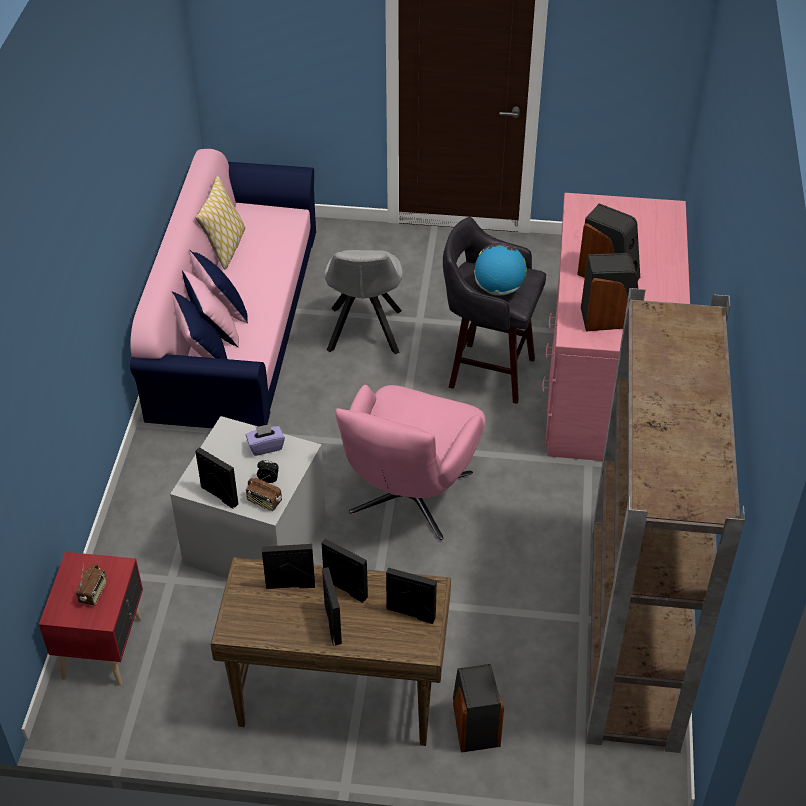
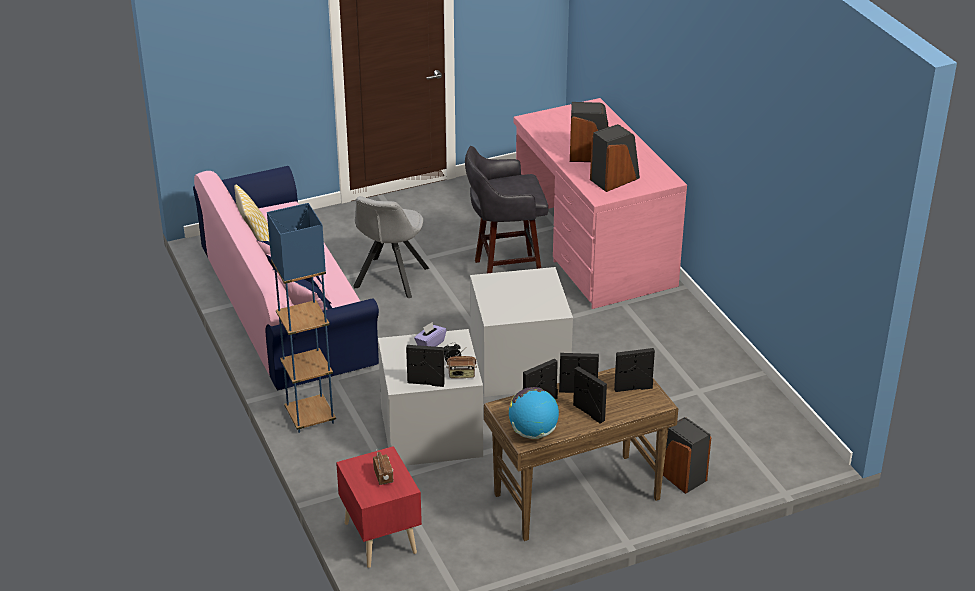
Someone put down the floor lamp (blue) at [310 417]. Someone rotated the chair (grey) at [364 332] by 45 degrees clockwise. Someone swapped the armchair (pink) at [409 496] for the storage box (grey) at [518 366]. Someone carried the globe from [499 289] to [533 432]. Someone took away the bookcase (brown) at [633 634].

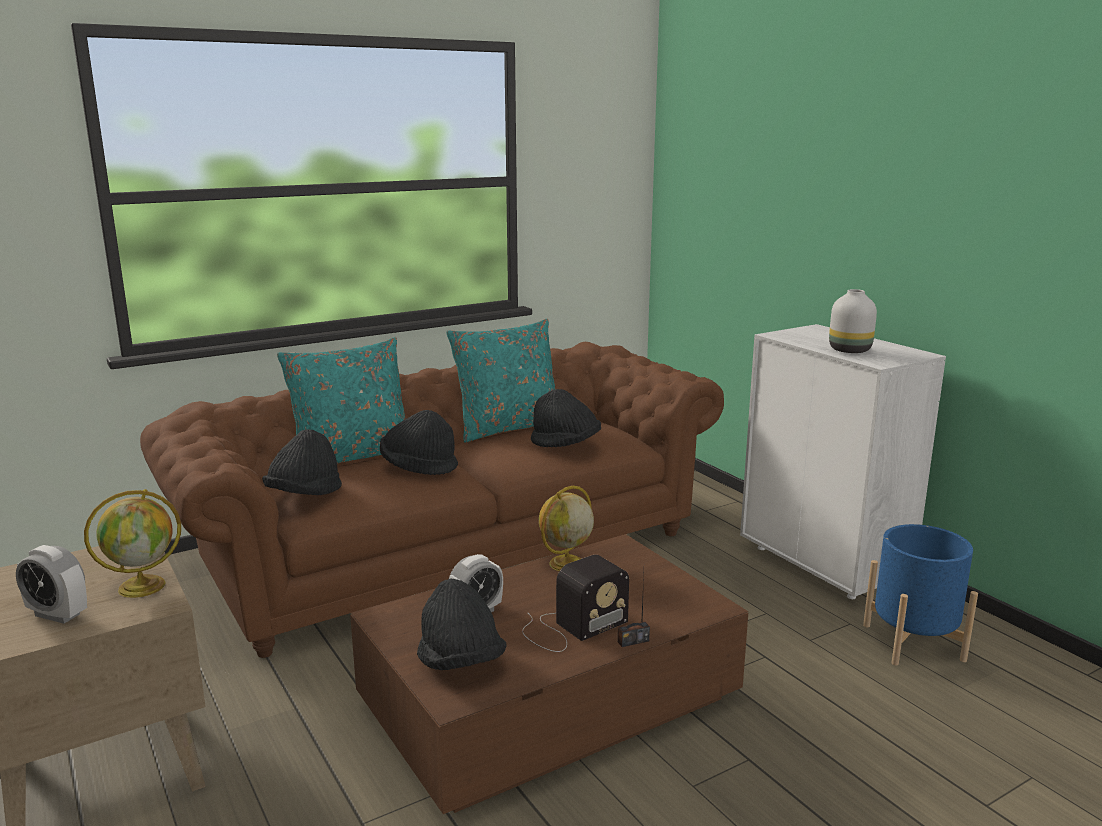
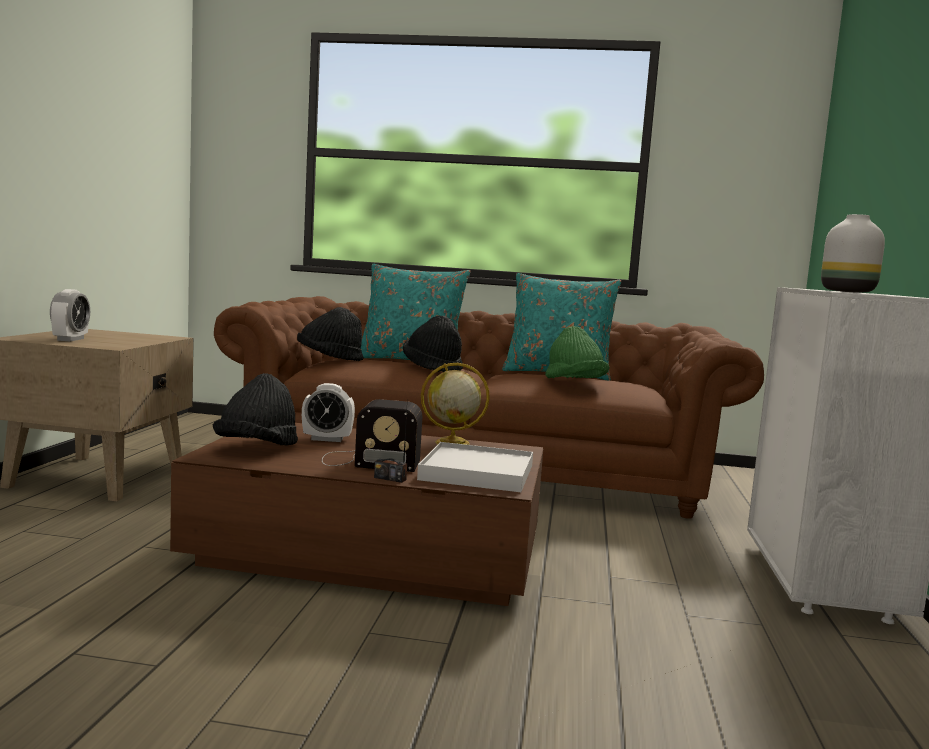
Someone rotated the alarm clock at [57 615] by 150 degrees counterclockwise. Someone put down the tray (white) at [477 473]. Someone repainted the hat (black) at [566 445], which became the hat (green) at [574 383]. Someone took away the globe at [143 586]. Someone took away the planter (blue) at [913 642].

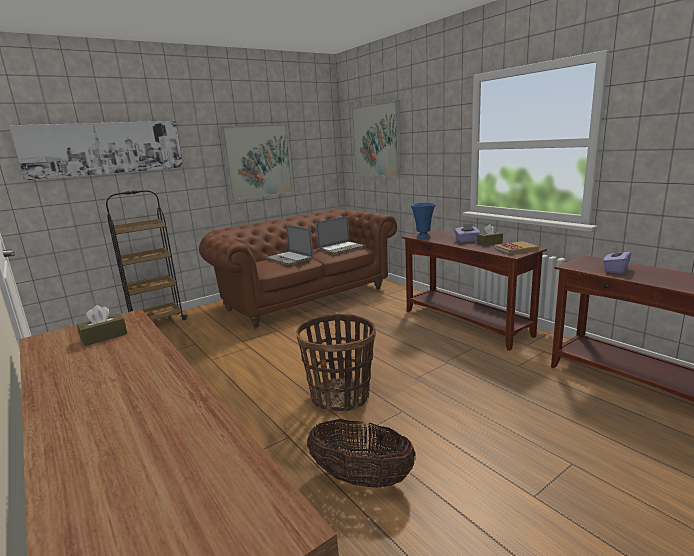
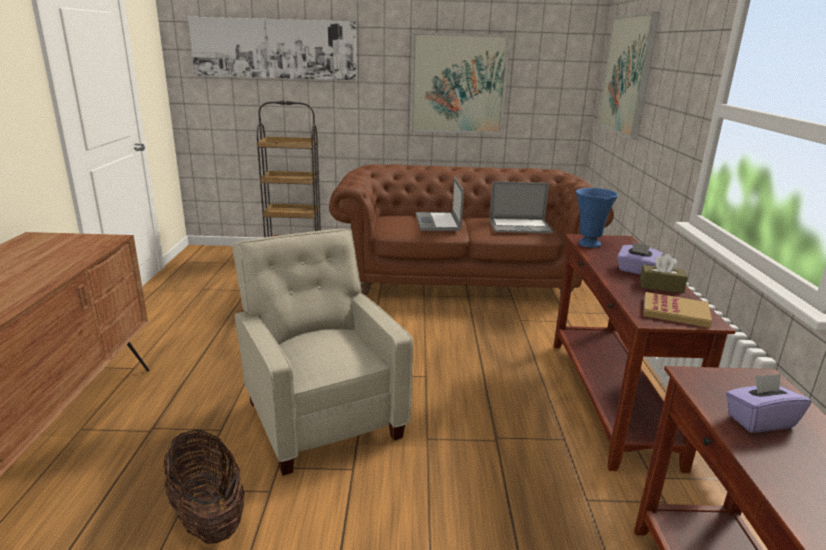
Someone swapped the basket at [340 397] for the armchair (beige) at [322 415]. Someone took away the tissue box (brown) at [104 336].

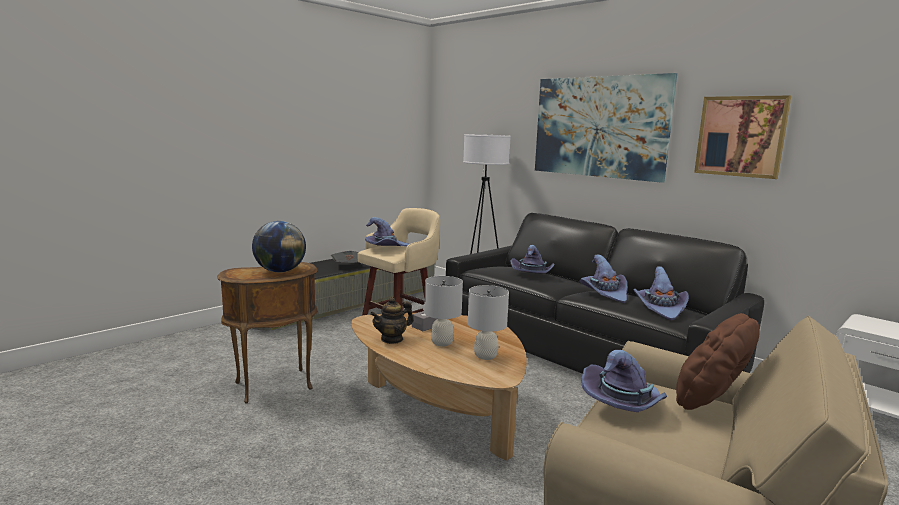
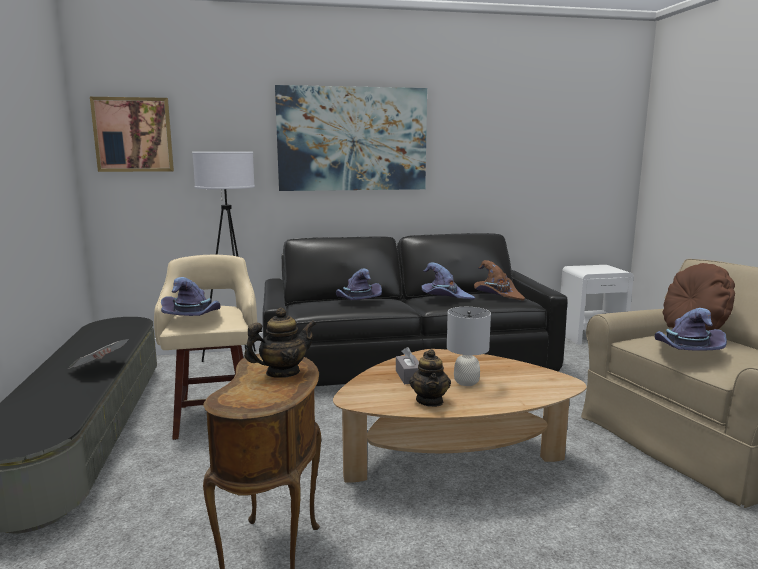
Someone carried the picture from [740 136] to [133 135]. Someone swapped the globe at [280 271] for the teapot at [282 373]. Someone repainted the hat (purple) at [660 309], which became the hat (brown) at [497 295]. Someone took away the table lamp (grey) at [485 357].

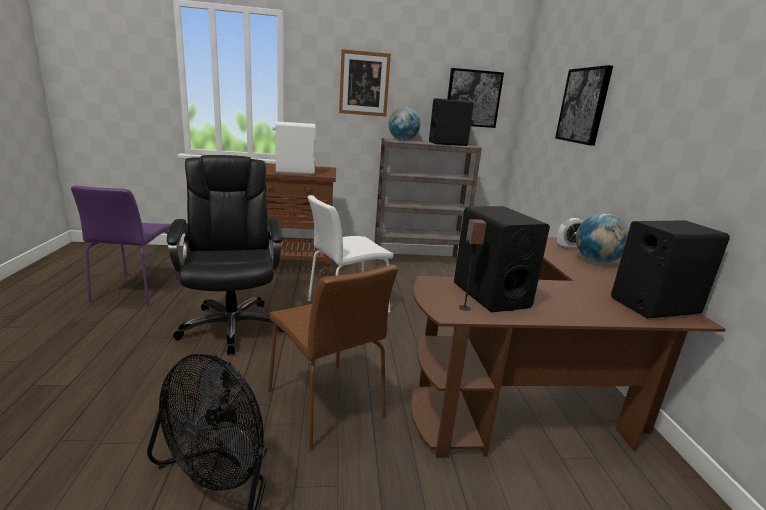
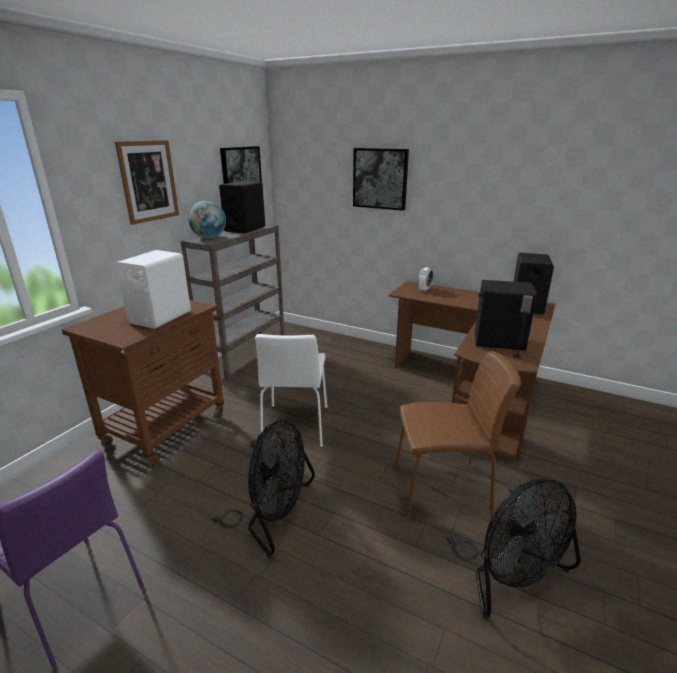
Someone swapped the office chair (black) at [232 326] for the fan (black) at [271 516]. Someone took away the globe at [596 261].

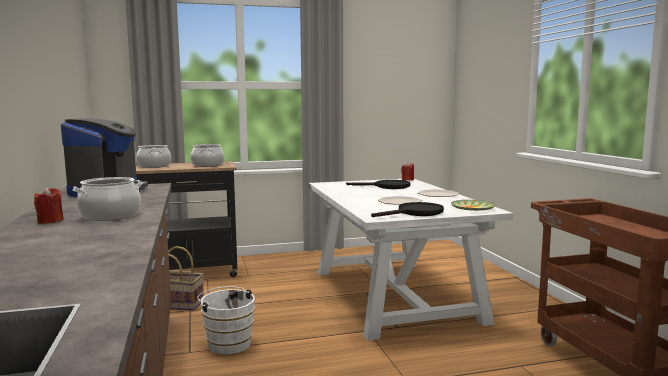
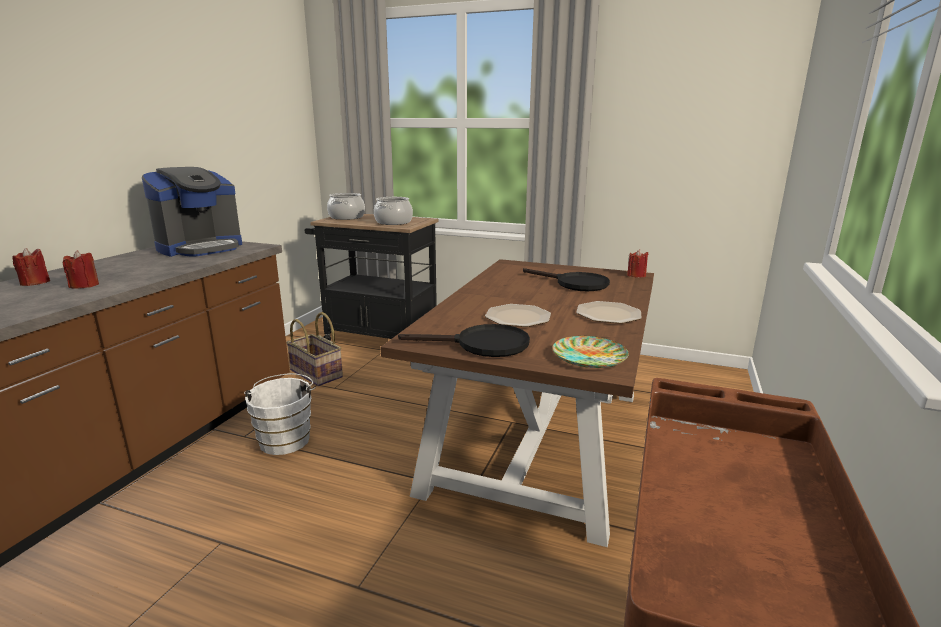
Someone swapped the cooking pot at [110 216] for the candle (red) at [84 285]. Someone repainted the dining table (white) at [394 295], which became the dining table (brown) at [539 439].

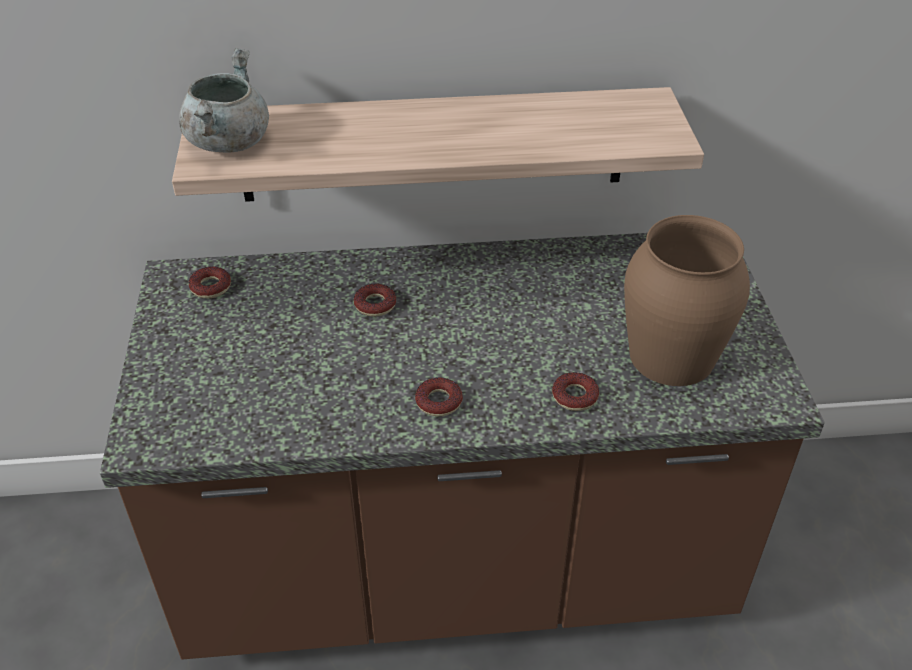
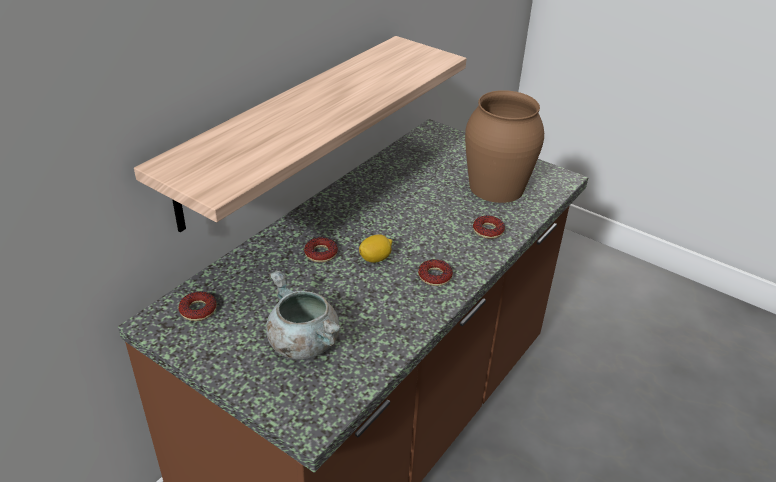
Someone carried the cooking pot (grey) from [228 141] to [303 343]. Someone put down the lemon at [375 258].

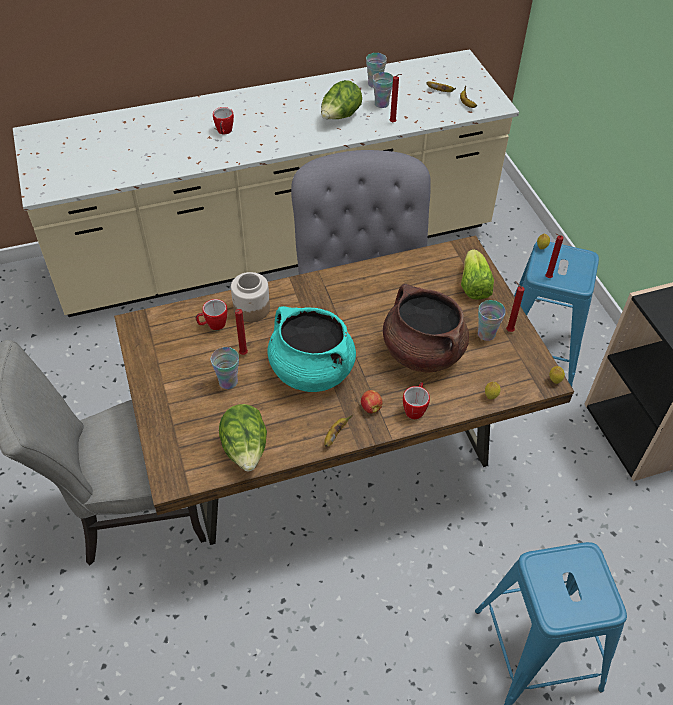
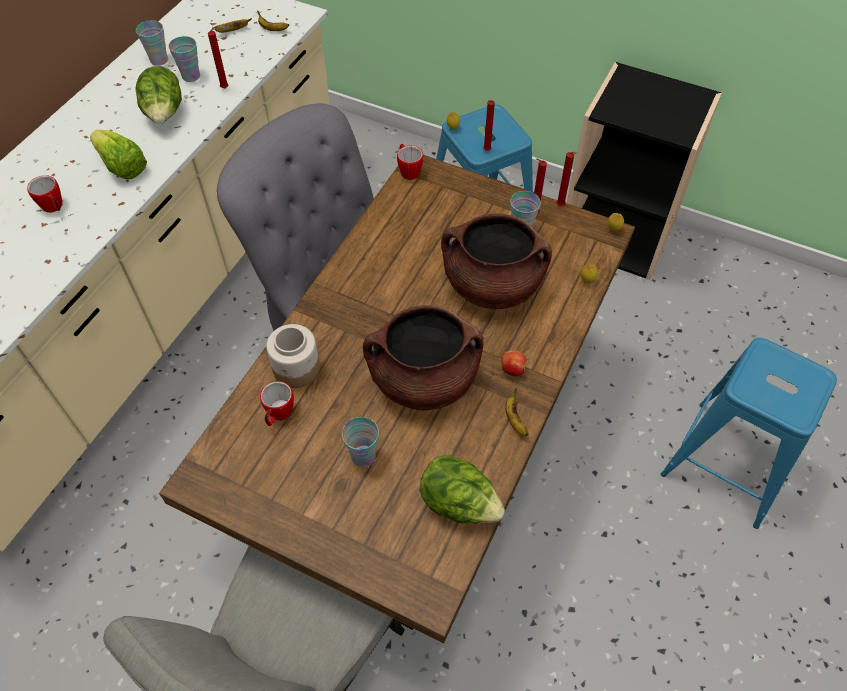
Someone carried the lettuce from [474 285] to [122 167]. Someone repainted the cooking pot (turquoise) at [311 370], which became the cooking pot (brown) at [423 380]. Someone carried the mug from [415 408] to [408 171]. Someone carried the candle (red) from [243 354] to [561 206].

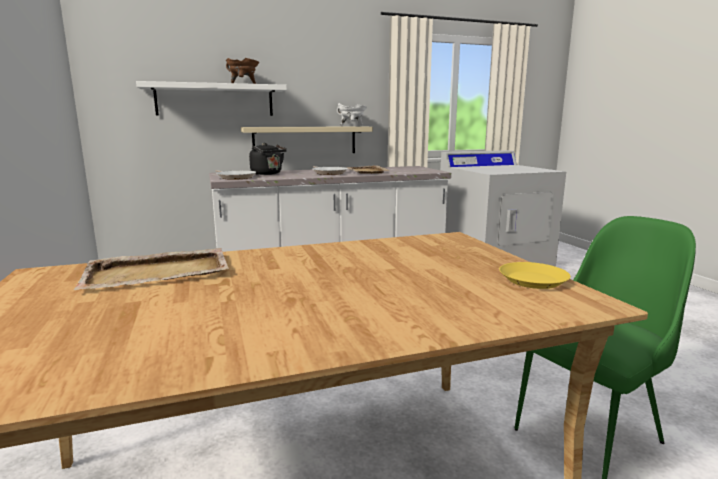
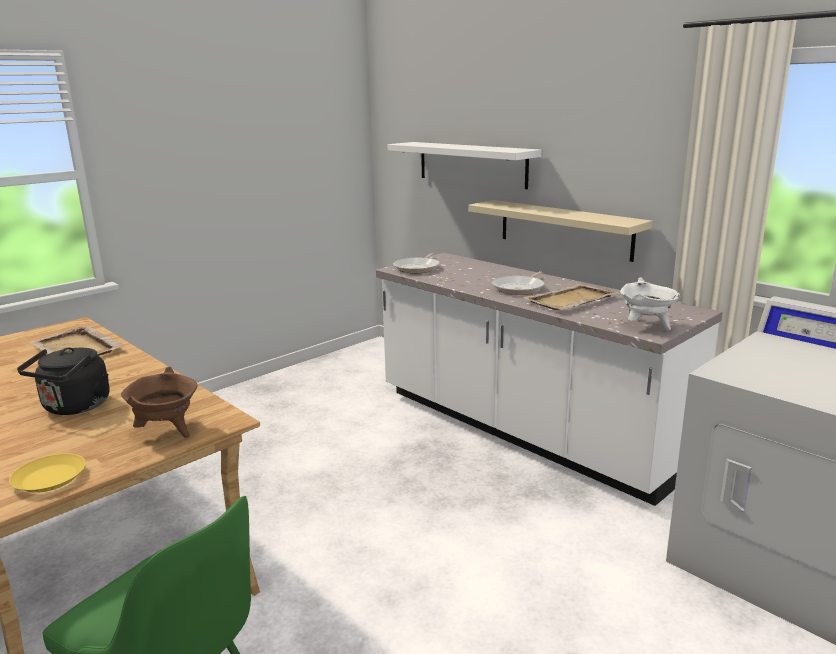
Someone carried the kettle (black) from [268 174] to [74 407]. Someone carried the cooking pot (brown) from [243 84] to [167 431]. Someone carried the cooking pot (white) from [352 126] to [646 327].

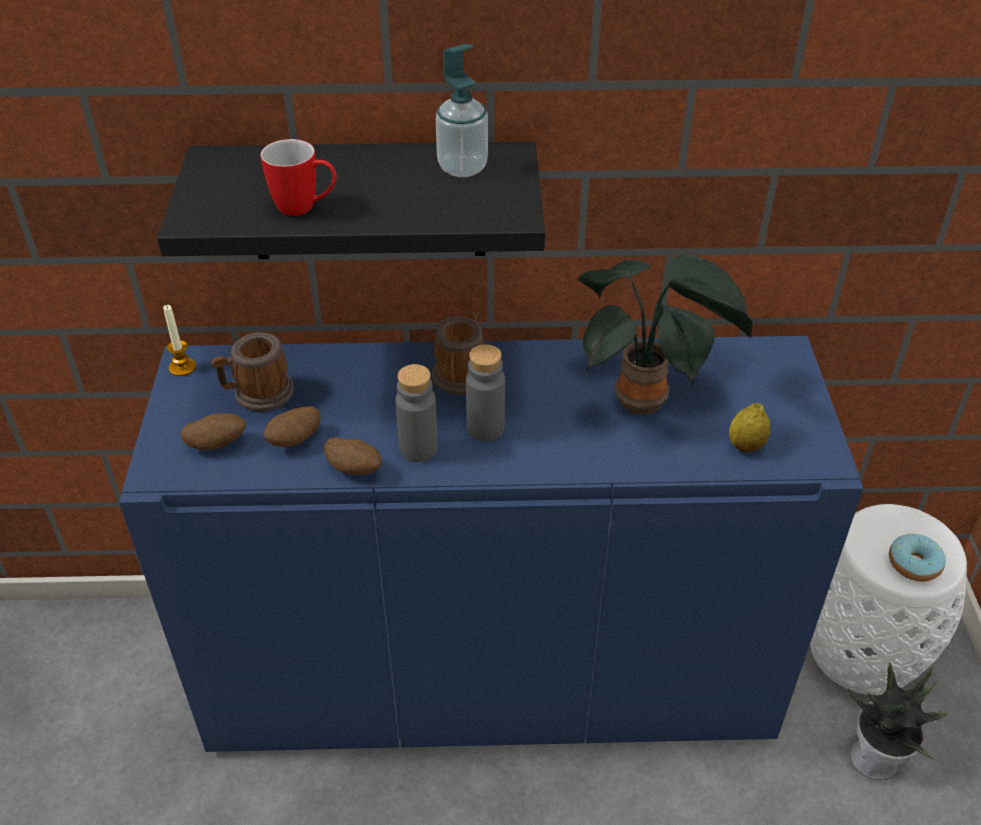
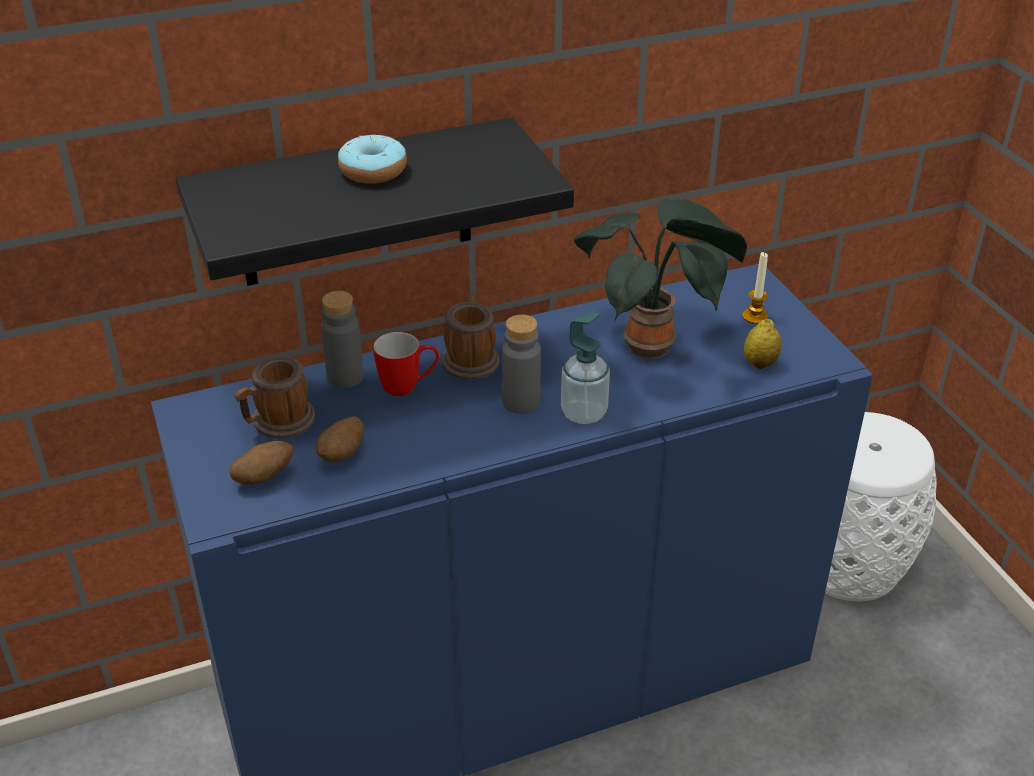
Someone carried the bottle (grey) from [418 449] to [345 377]. Someone carried the donut from [914 564] to [373 171]. Someone carried the mug from [305 208] to [408 387]. Someone carried the soap dispenser from [462 168] to [584 413]. Someone carried the candle from [182 367] to [755 317]. Someone took away the potato at [354 470]. Someone took away the potted plant at [876 759].

